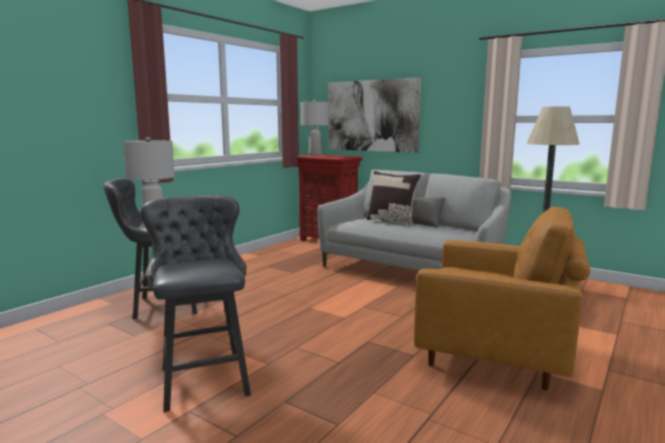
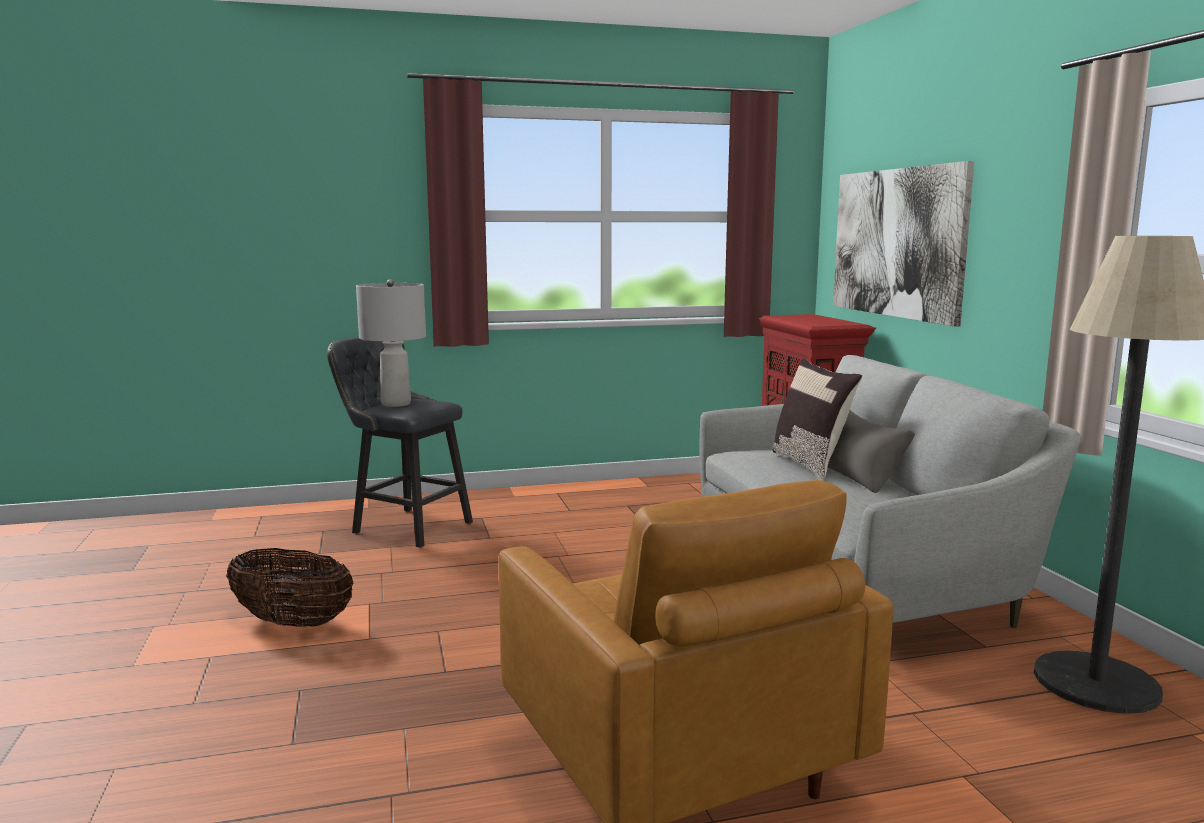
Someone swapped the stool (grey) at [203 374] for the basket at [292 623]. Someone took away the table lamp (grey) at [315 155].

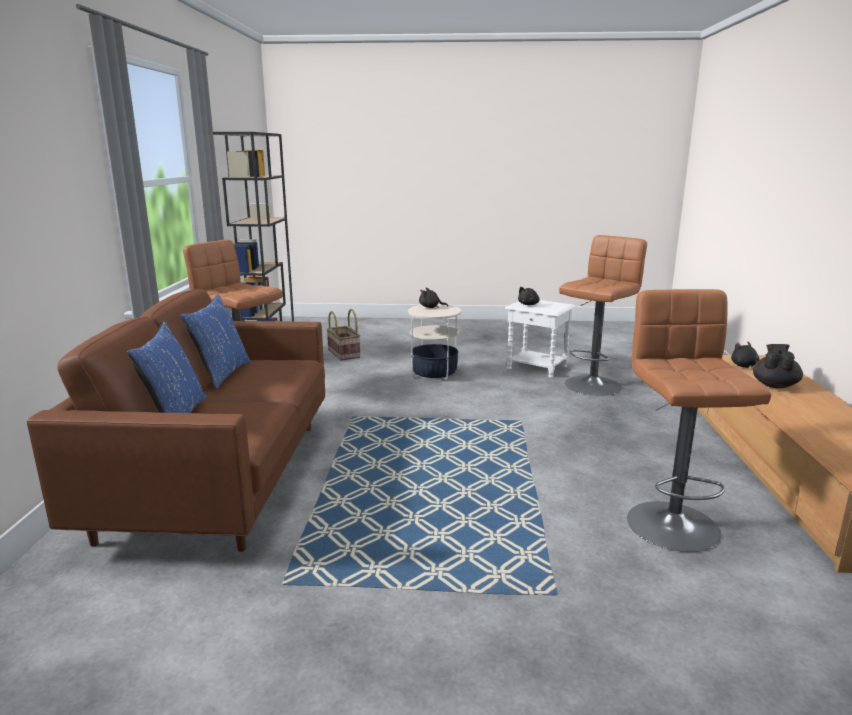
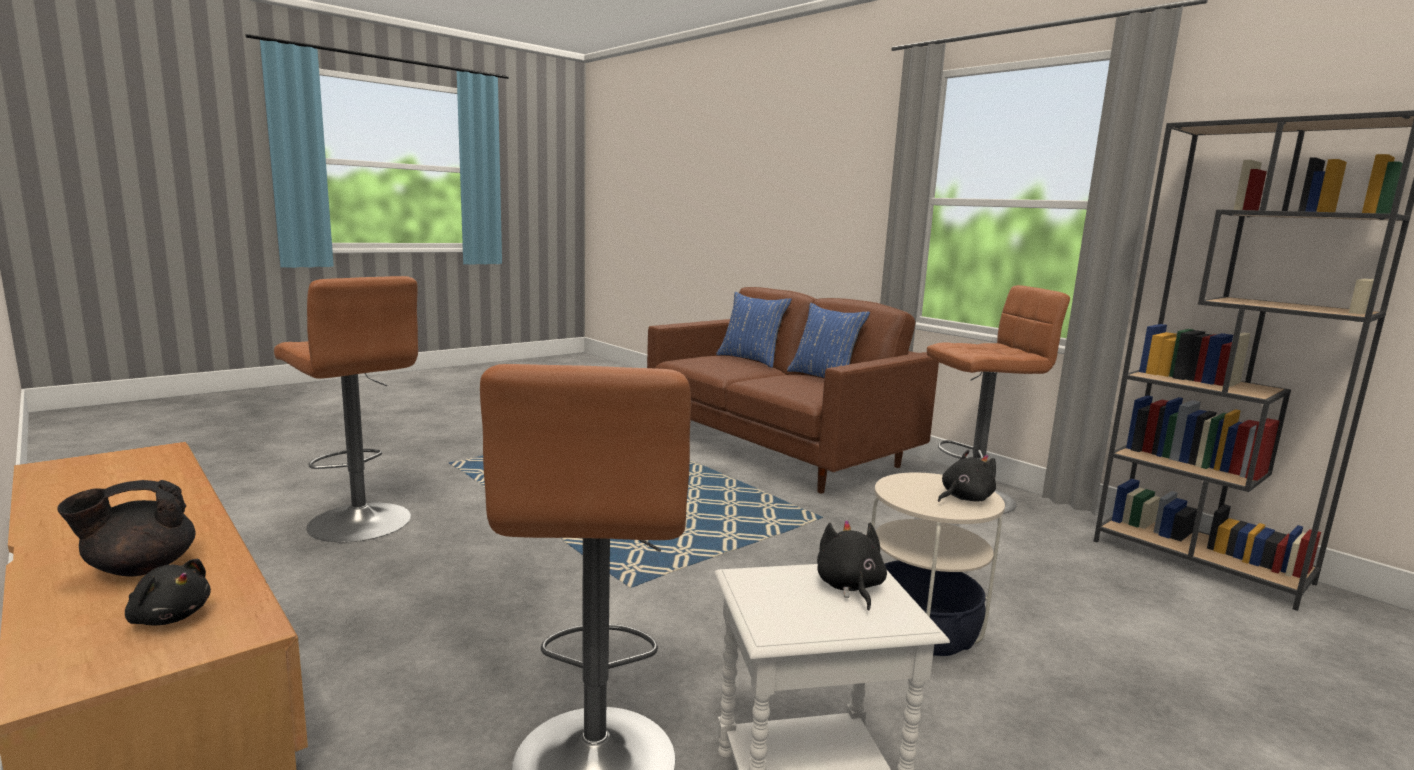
Someone rotated the teapot (black) at [774 385] by 75 degrees clockwise. Someone took away the basket at [344 353].

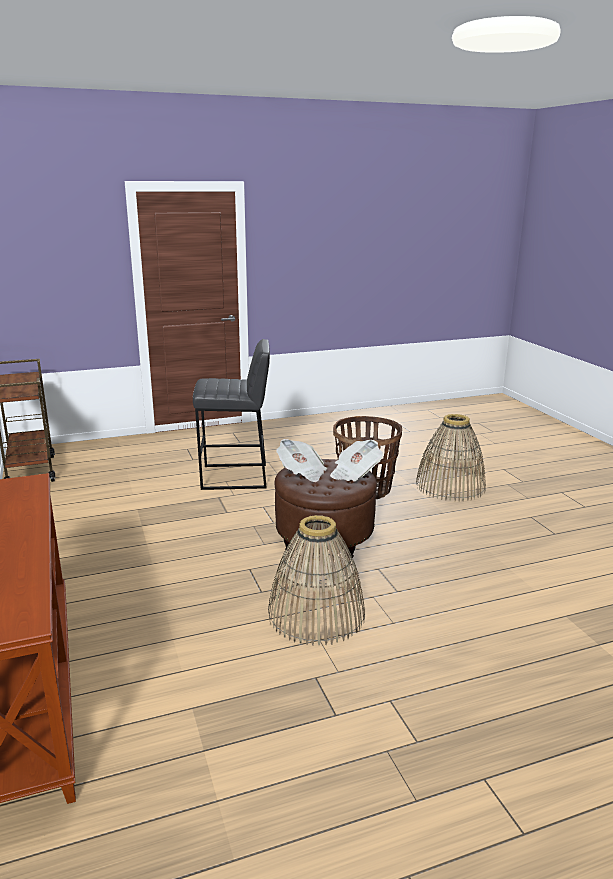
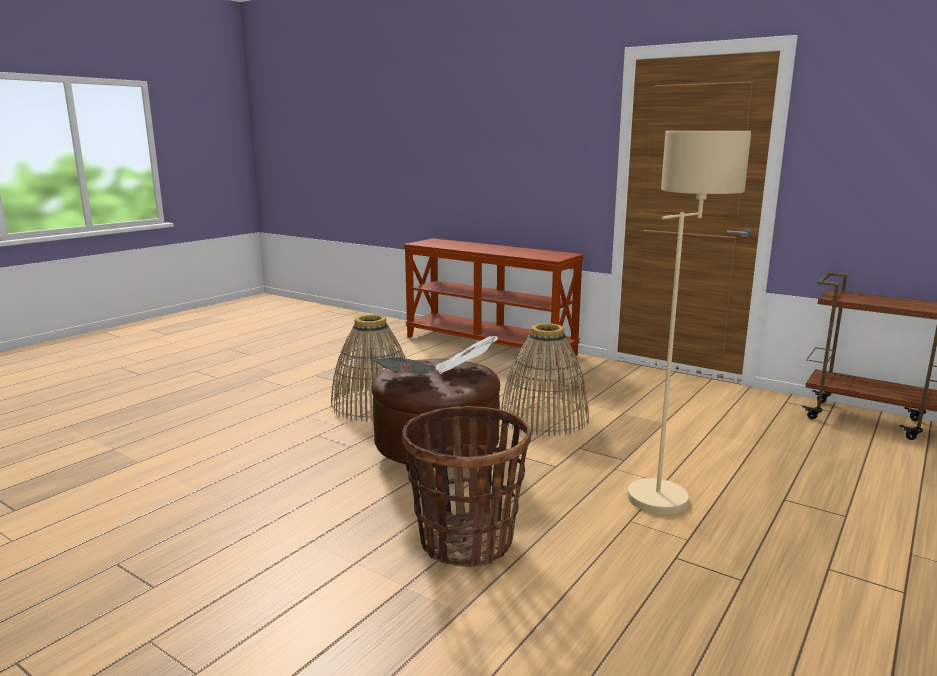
Someone carried the basket from [450 486] to [544 418]. Someone swapped the stool (grey) at [236 477] for the floor lamp (beige) at [668 493].

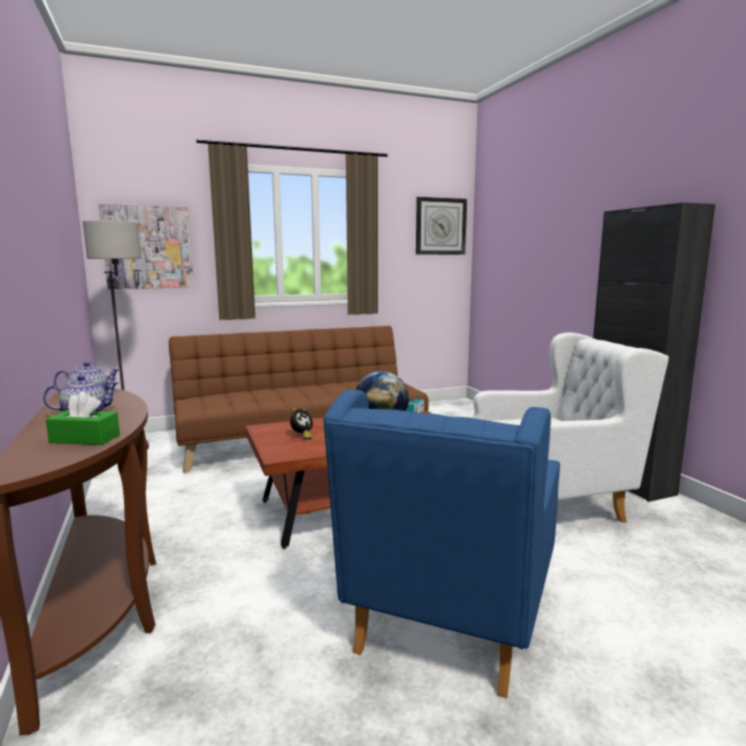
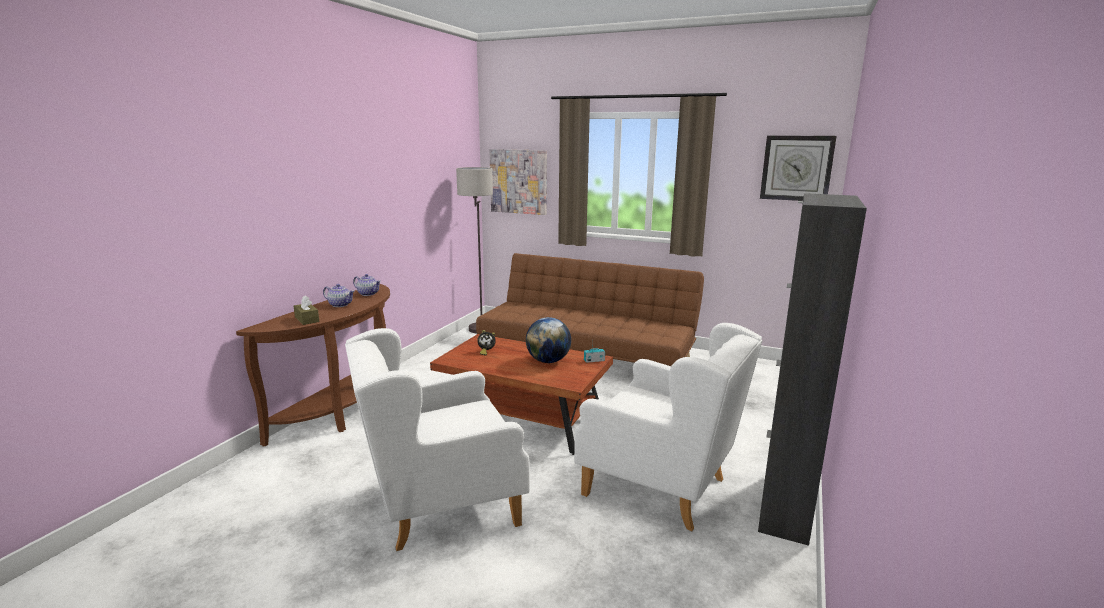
Someone repainted the tissue box (green) at [85 439], which became the tissue box (brown) at [307 319]. Someone repainted the armchair (blue) at [446 623], which became the armchair (white) at [441 505].

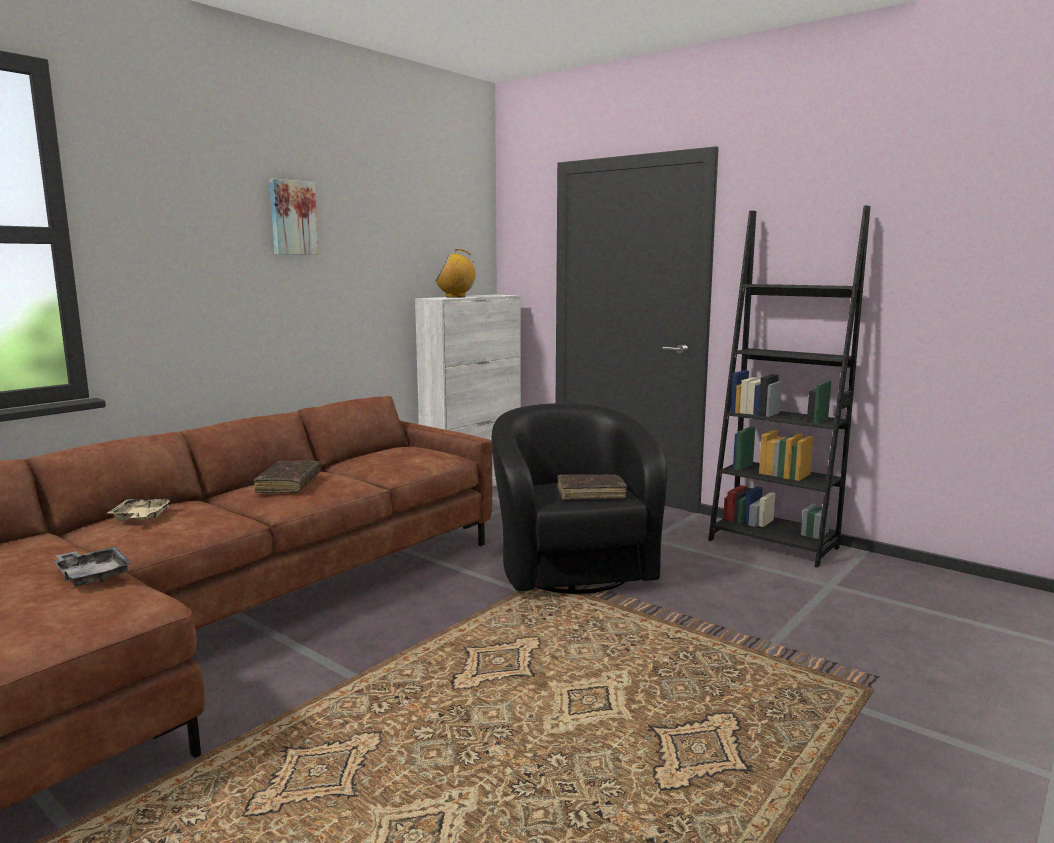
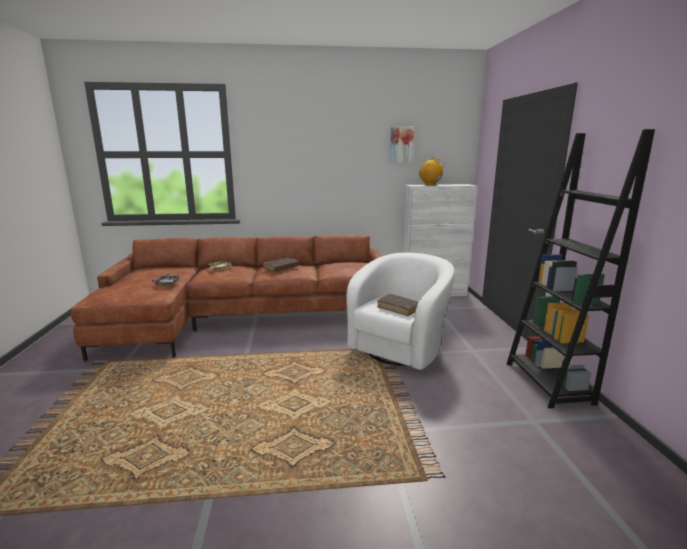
Someone repainted the armchair (black) at [571 568], which became the armchair (white) at [400 348]. Someone carried the picture from [292 218] to [401 144].

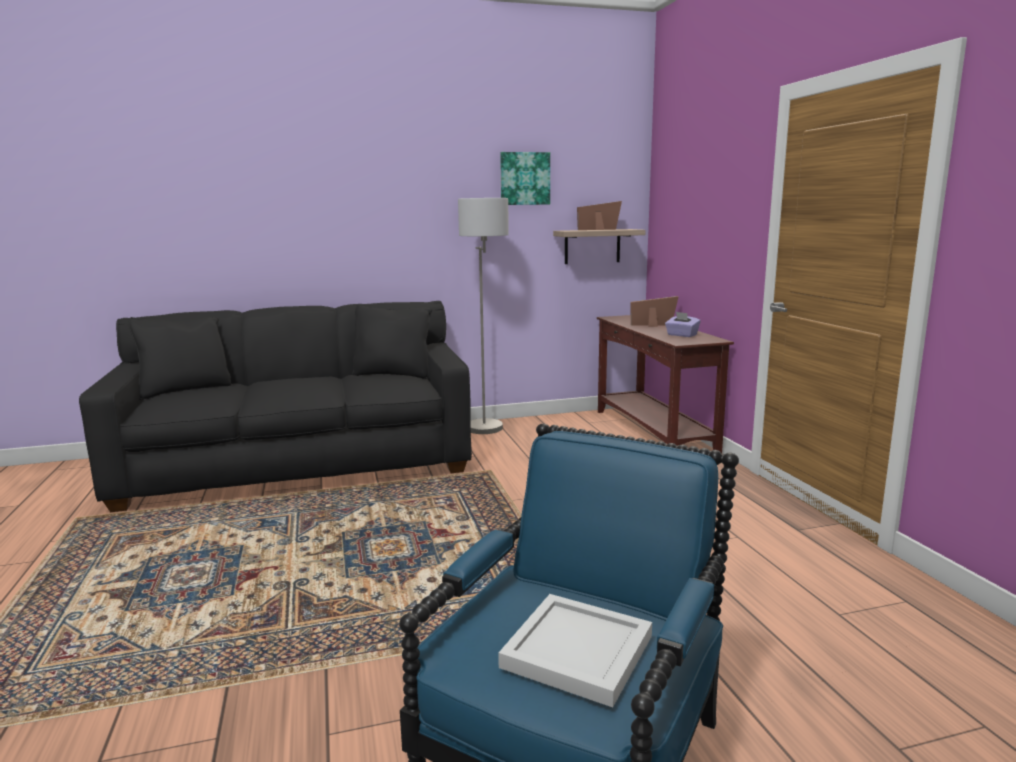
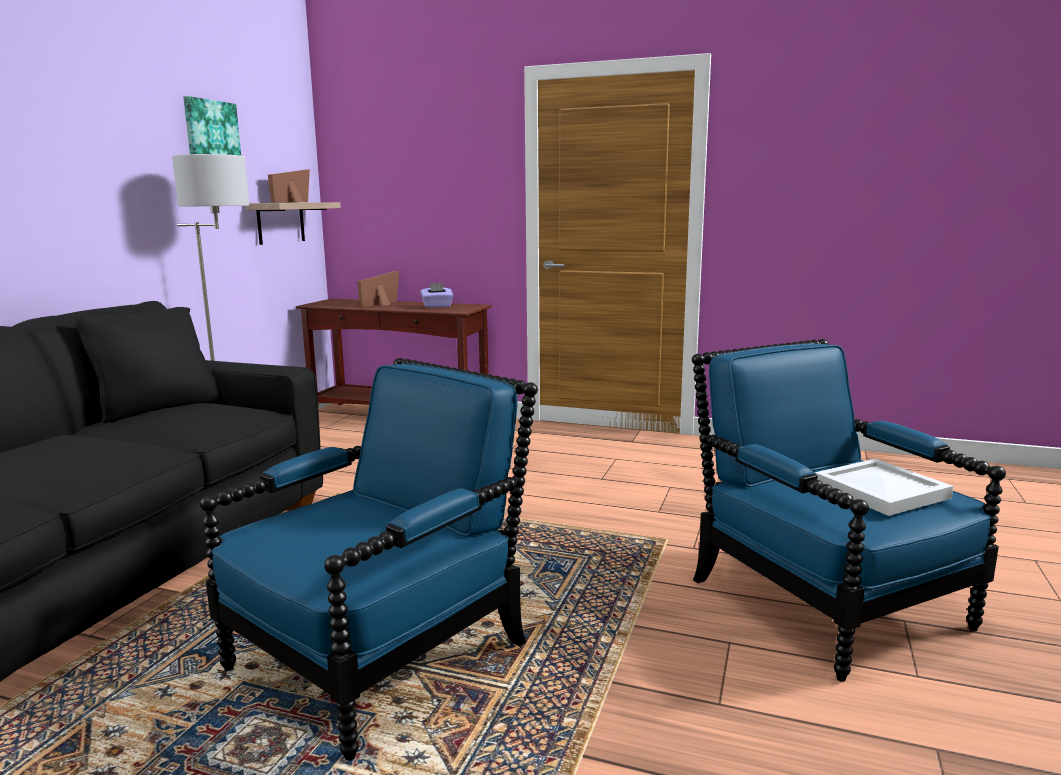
Someone put down the armchair (blue) at [386 652].

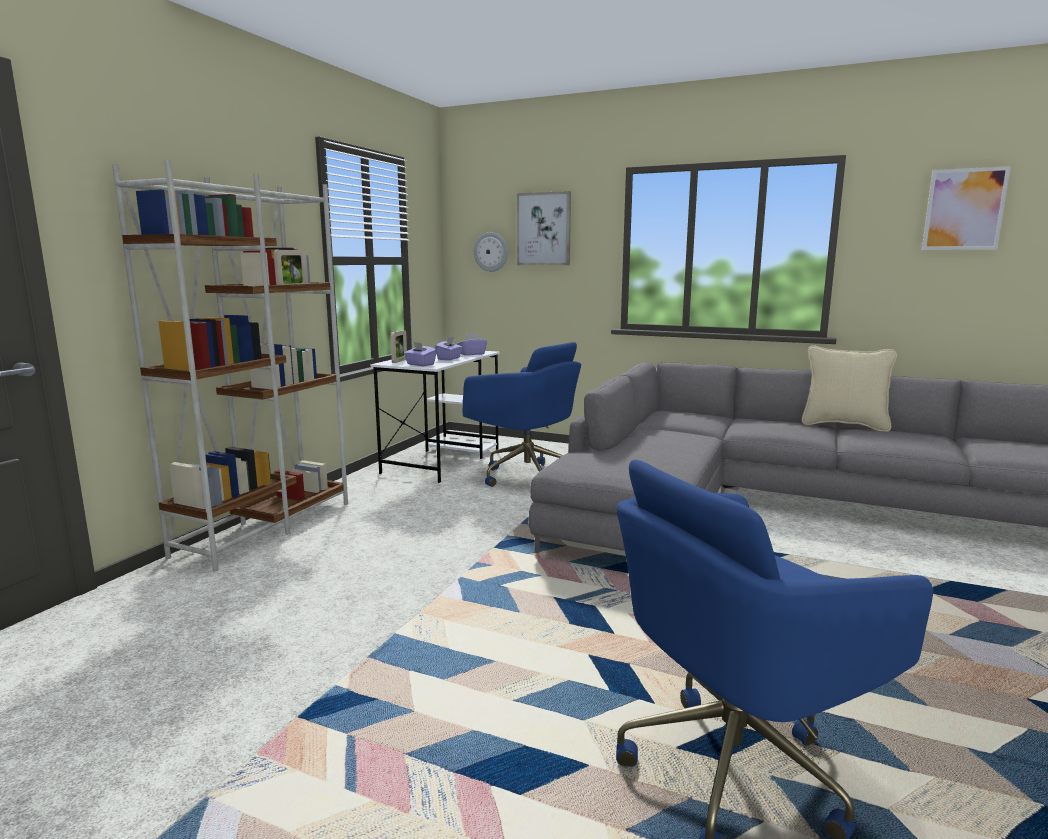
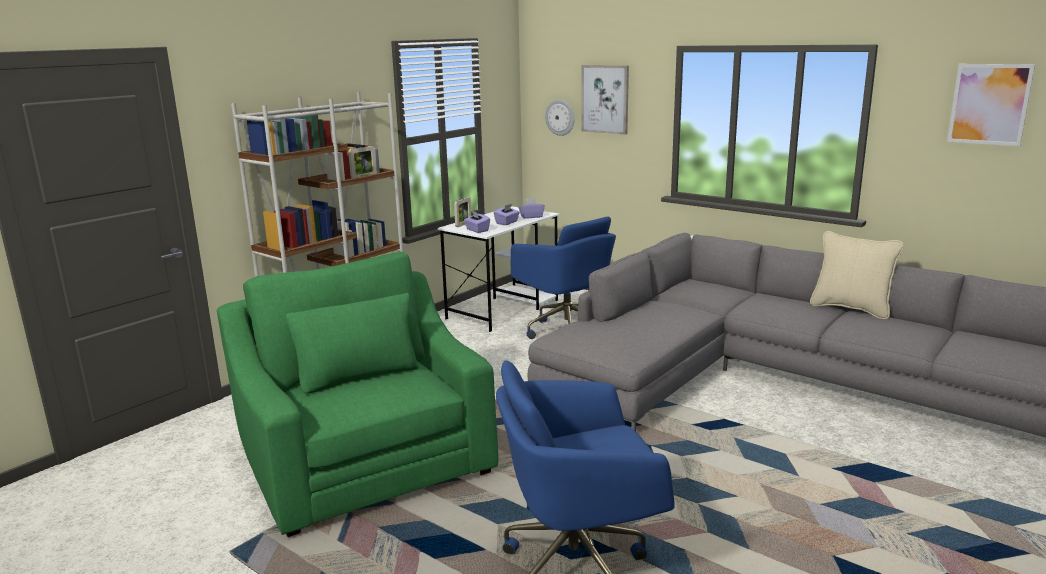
Someone put down the armchair (green) at [364 460].

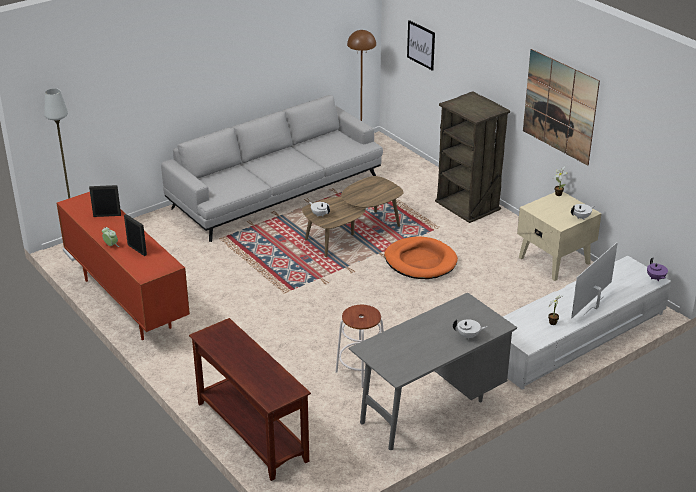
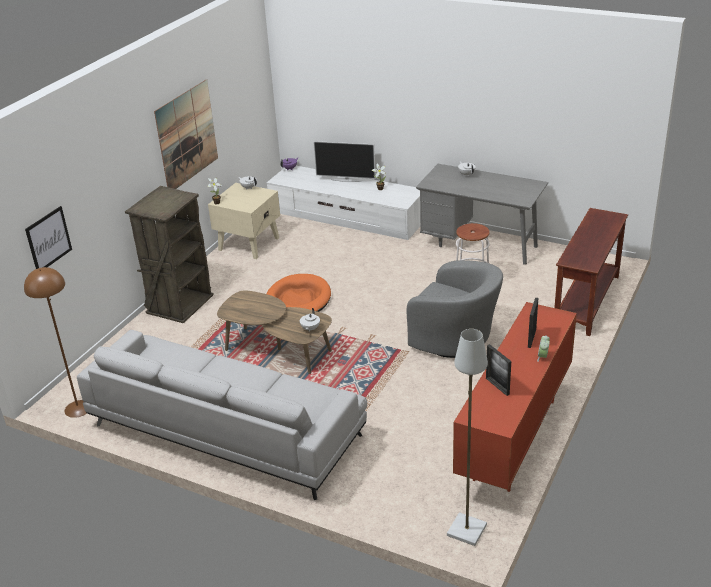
Someone put down the armchair (grey) at [454 340].

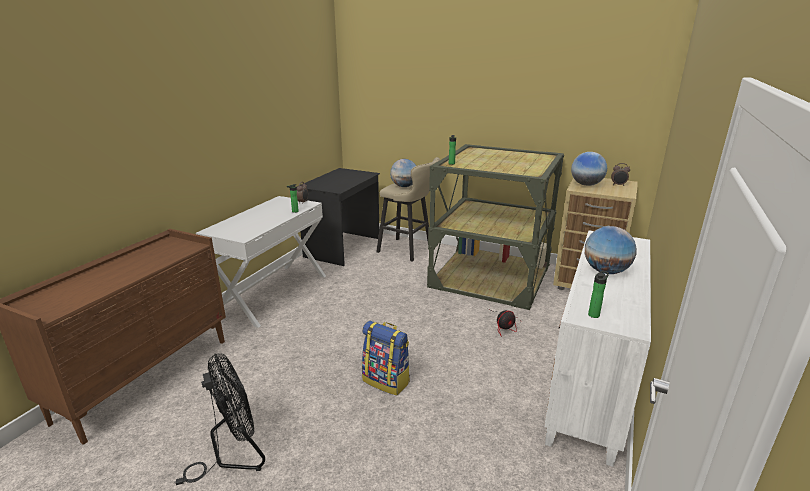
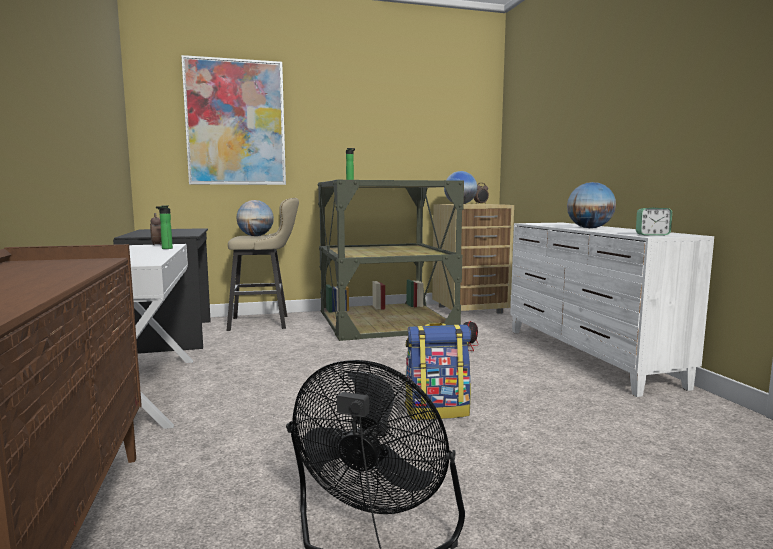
Someone put up the picture at [235 123]. Someone swapped the bottle at [594 314] for the alarm clock at [652 235].

